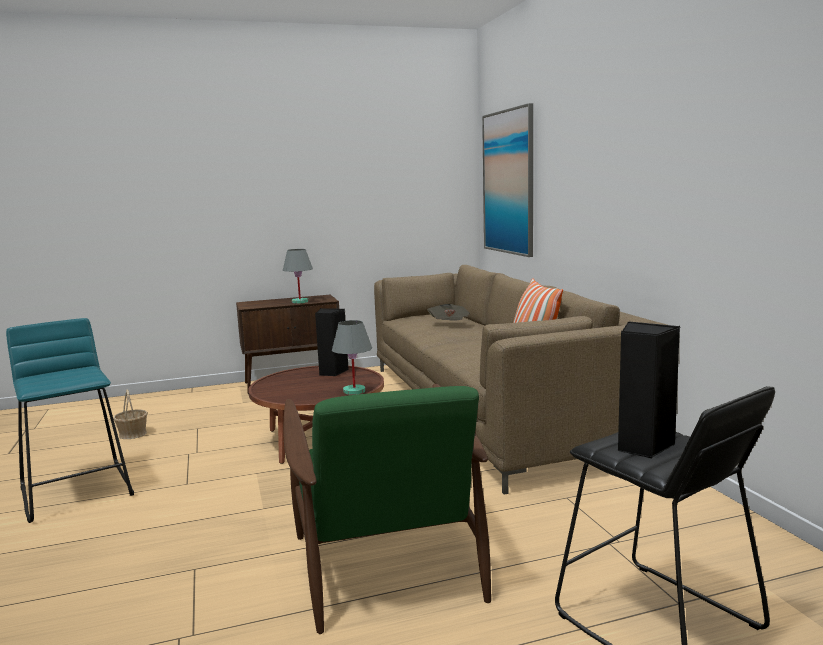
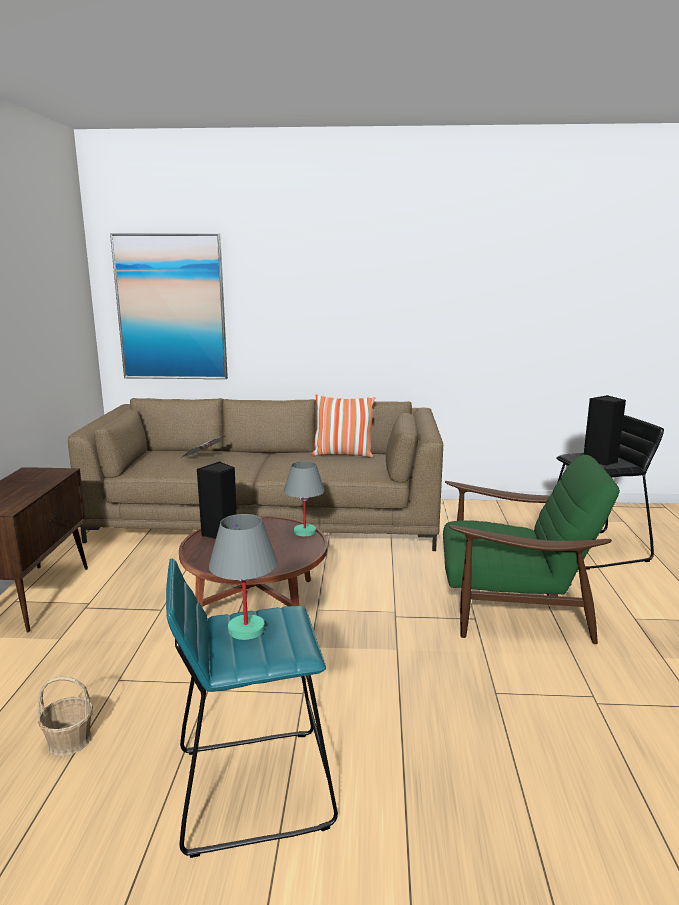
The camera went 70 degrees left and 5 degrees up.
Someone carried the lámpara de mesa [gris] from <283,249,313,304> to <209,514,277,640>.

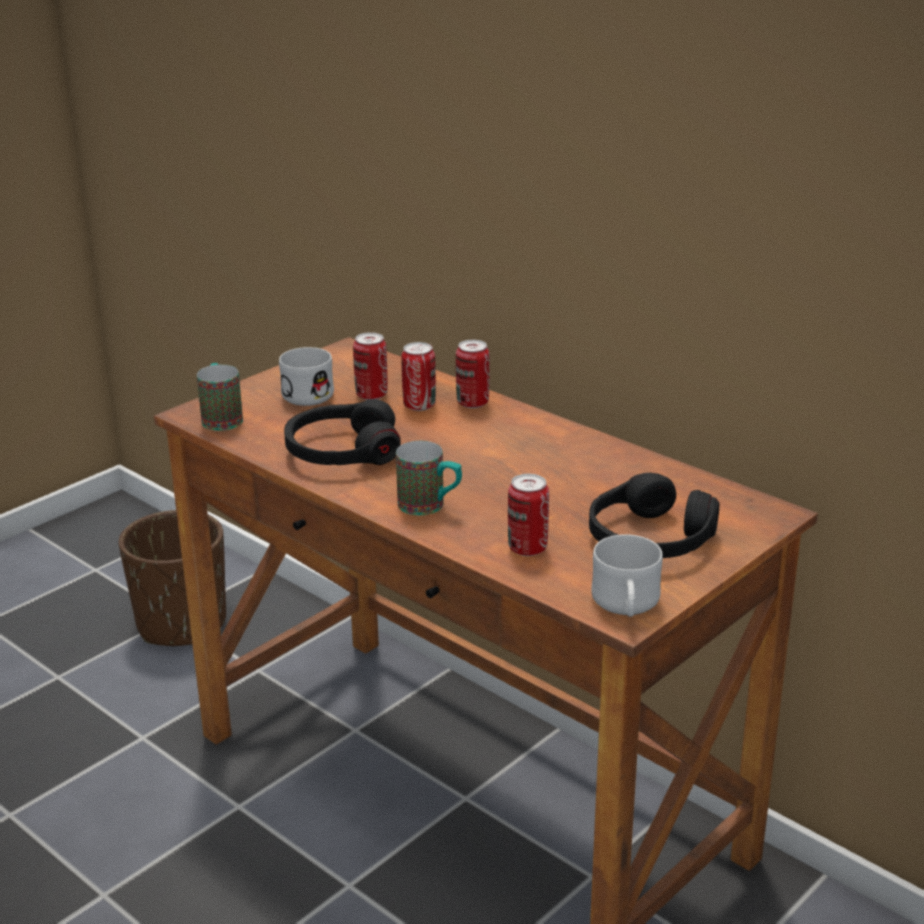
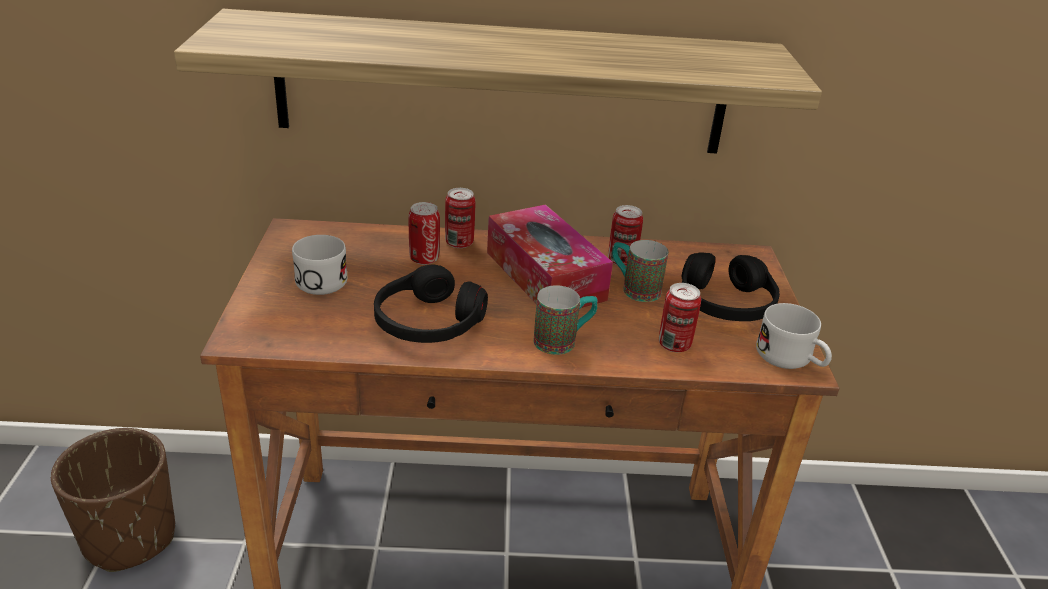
The camera went 45 degrees left and 5 degrees up.
Someone carried the lata from <353,332,388,400> to <608,205,643,266>.
Someone carried the taza grande from <197,363,243,431> to <612,240,668,302>.
Someone put up the estante at <174,9,822,154>.
Someone put down the caja de pañuelos at <487,204,613,308>.

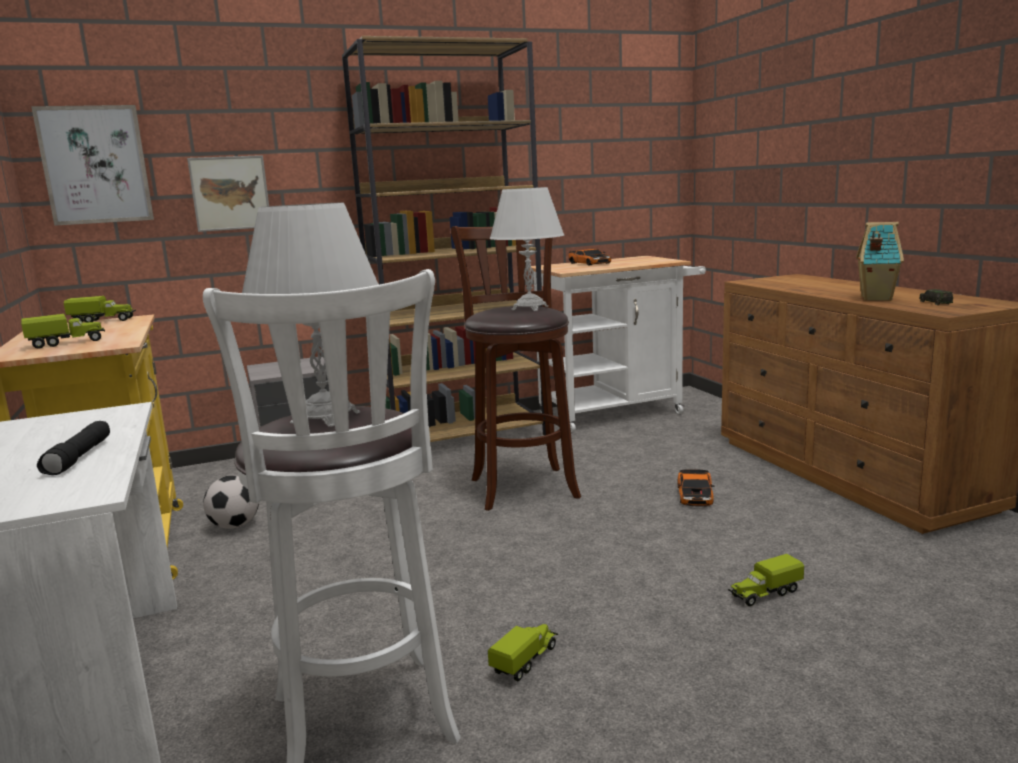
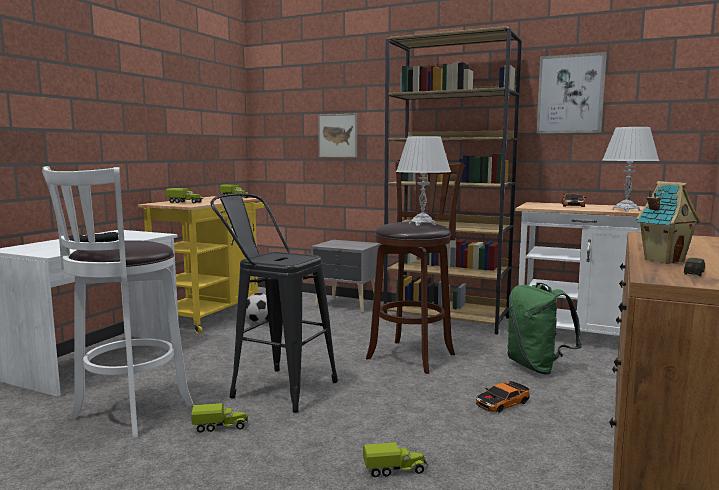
The camera went 45 degrees right and 5 degrees down.
Someone carried the cuadro from <31,105,154,226> to <536,52,607,134>.
Someone carried the lámpara de mesa [blanco] from <242,202,379,427> to <602,127,659,212>.
Someone rotated the camión de juguete at <728,554,804,606> by 150 degrees clockwise.
Someone put down the taburete [negro] at <210,193,338,413>.
Someone put down the mochila [verde] at <508,283,582,374>.

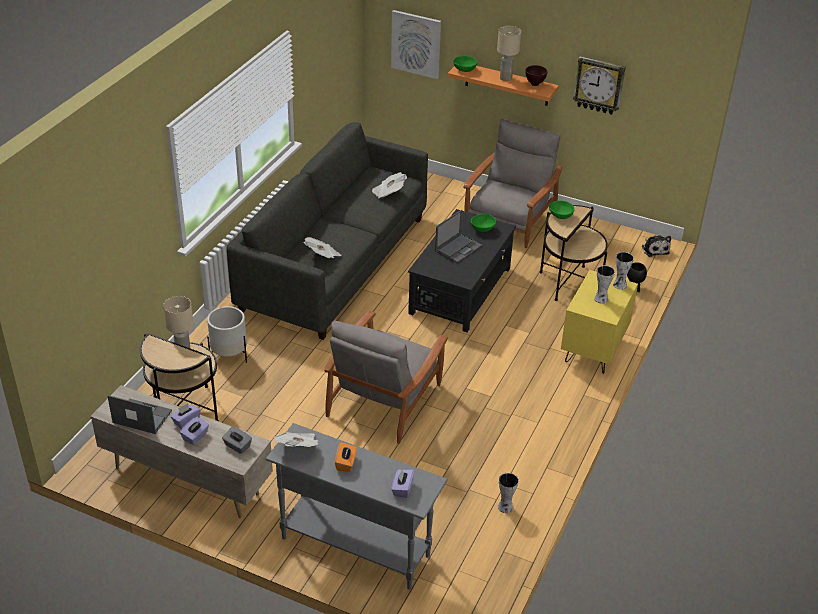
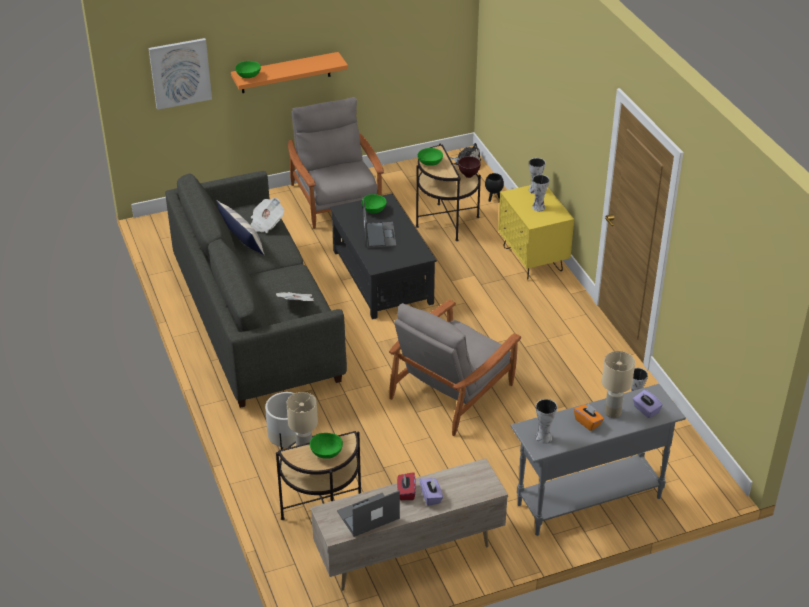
The camera went 45 degrees left and 0 degrees up.
Someone carried the lámpara de mesa [beis] from <497,26,521,81> to <602,351,635,418>.
Someone took away the reloj de pared at <573,56,626,115>.
Someone carried the cuenco [marrón] from <525,65,547,86> to <458,156,481,178>.
Someone rotated the sillón [gris] at <324,311,448,444> by 60 degrees clockwise.
Someone repainted the caja de pañuelos [morado] at <171,403,200,429>, which became the caja de pañuelos [rojo] at <397,472,416,500>.
Someone took away the caja de pañuelos [gris] at <222,426,252,454>.
Someone swapped the periódico at <274,432,319,447> for the florero at <536,399,557,443>.
Someone put down the cojín at <217,200,264,255>.
Someone put down the cuenco [verde] at <310,433,343,459>.

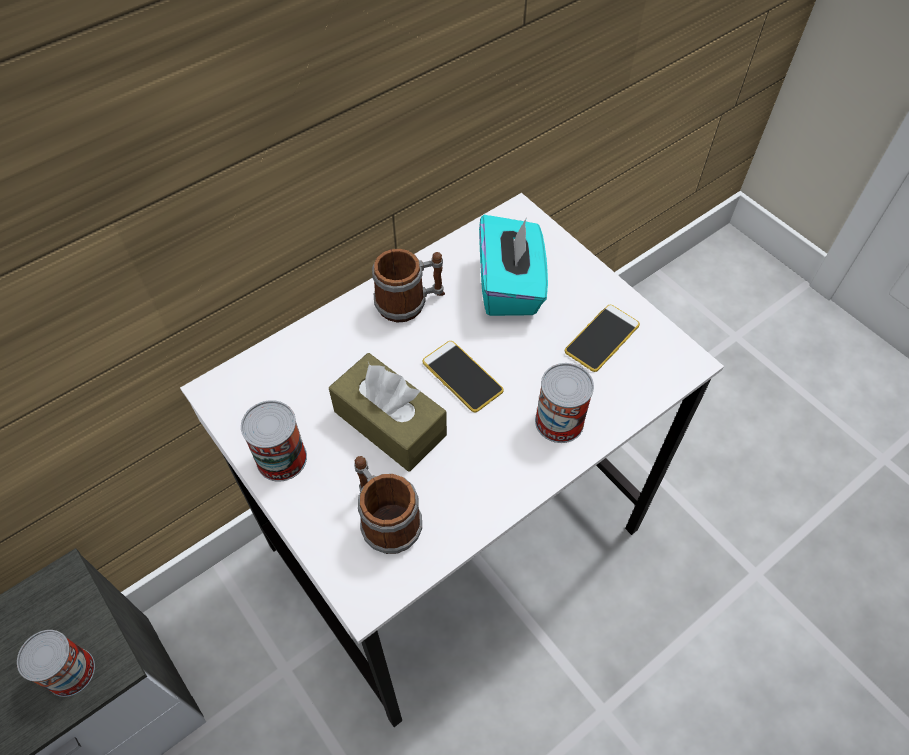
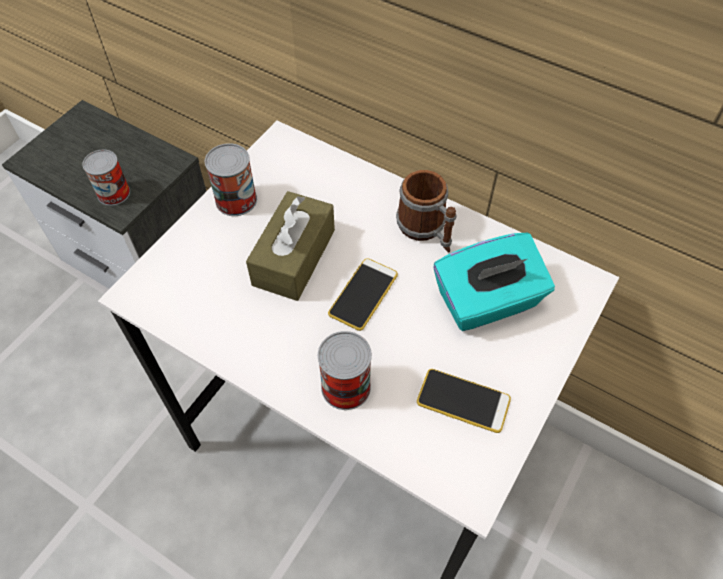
The camera went 70 degrees right and 0 degrees up.
Someone took away the taza grande at <354,456,422,554>.

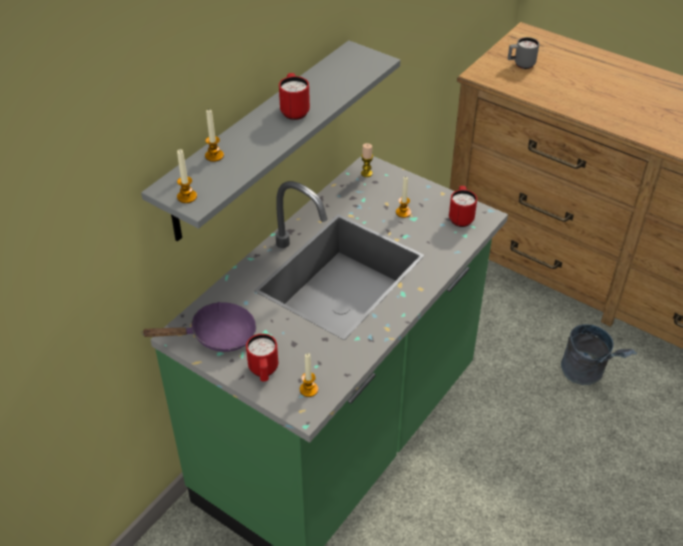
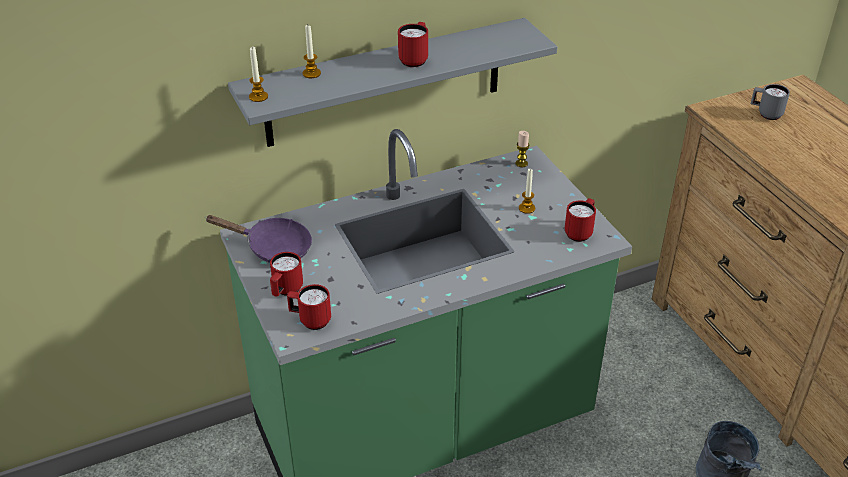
The camera went 30 degrees right and 5 degrees down.
Someone swapped the vela at <300,353,318,397> for the taza grande [rojo] at <287,284,331,330>.

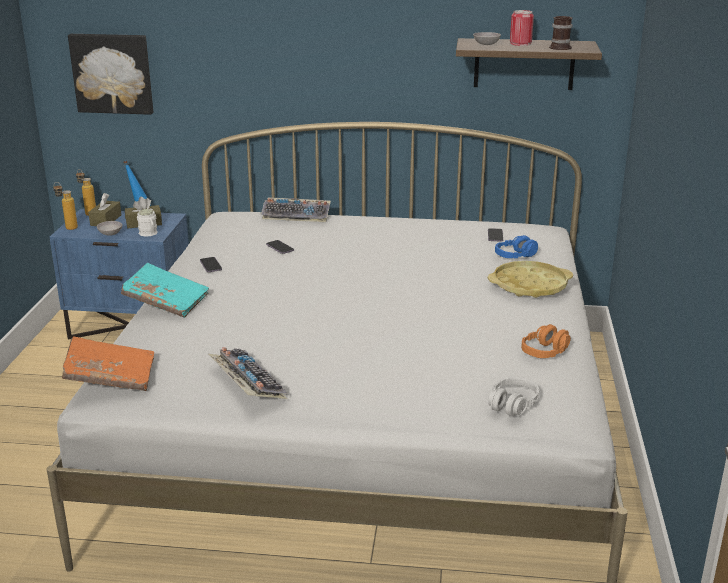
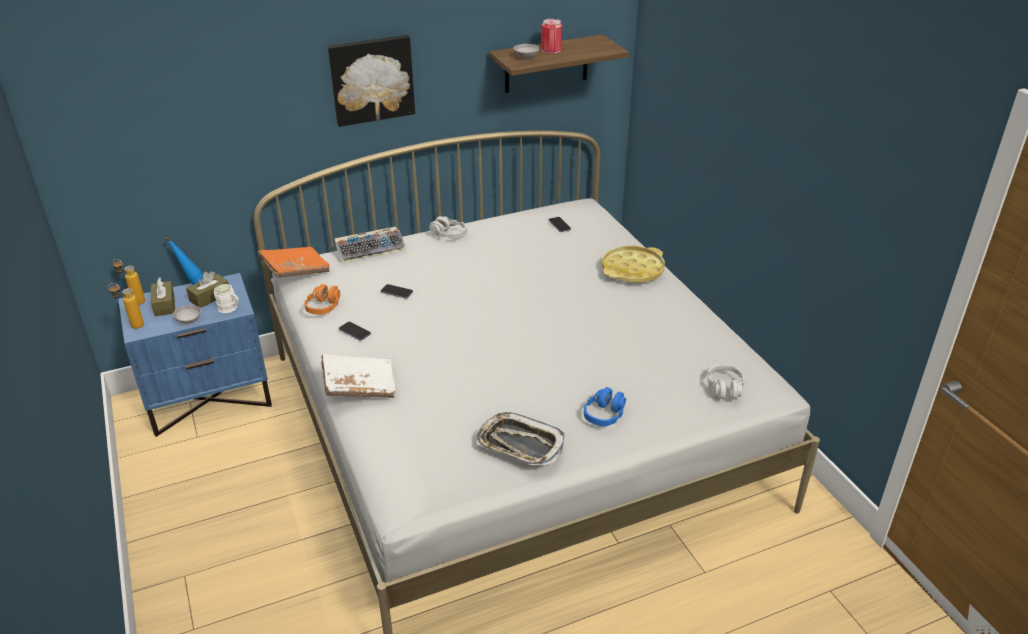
The camera went 30 degrees left and 10 degrees up.
Someone took away the taza grande at <549,16,573,50>.
Someone carried the cuadro from <68,34,153,115> to <328,35,415,127>.
Someone carried the auriculares [azul] from <495,235,538,258> to <584,387,626,426>.
Someone repainted the libro [turquesa] at <121,263,209,318>, which became the libro [blanco] at <321,354,396,398>.
Someone carried the auriculares [naranja] from <521,324,571,358> to <304,284,340,315>.
Someone carried the libro [naranja] from <62,336,154,391> to <257,247,330,278>.
Someone swapped the teclado at <208,347,288,399> for the bandeja at <476,412,564,465>.
Someone put down the auriculares [gris] at <429,216,467,239>.

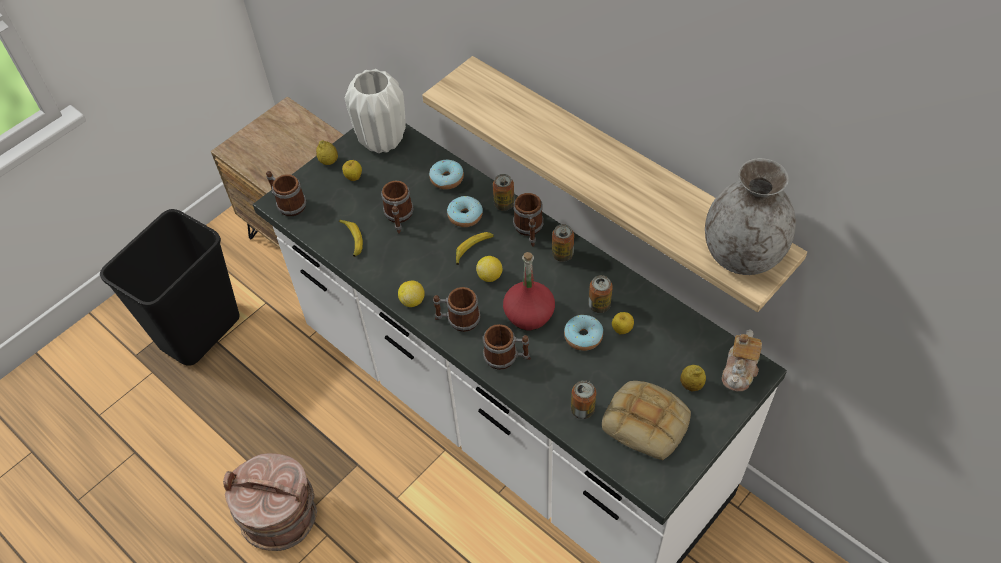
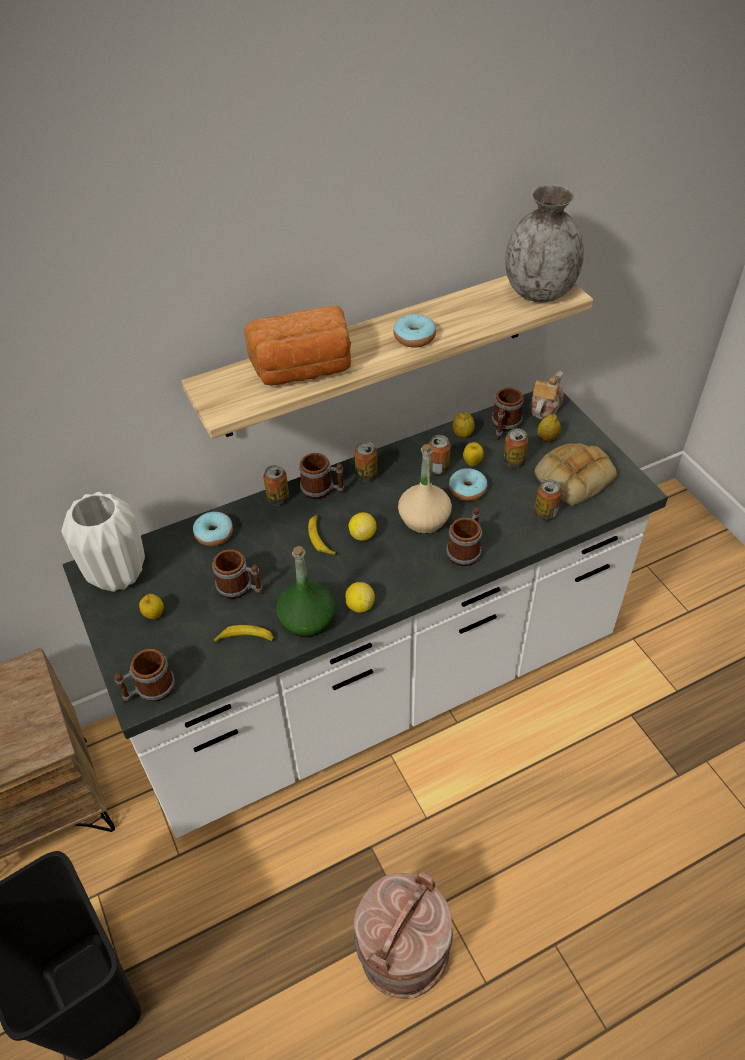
The camera went 70 degrees left and 5 degrees down.
Someone carried the limón from <316,140,338,165> to <453,412,475,438>.
Someone carried the rosquilla from <447,196,483,227> to <393,313,436,348>.
Someone repainted the botella [rojo] at <503,252,555,330>, which became the botella [beis] at <398,444,452,534>.
Someone carried the taza grande from <433,287,480,332> to <491,387,524,440>.
Someone rotated the tetera at <722,329,762,391> by 105 degrees counterclockwise.
Someone put down the pan at <244,306,351,386>.
Someone put down the lata at <503,428,528,468>.
Someone put down the botella [verde] at <276,546,335,637>.

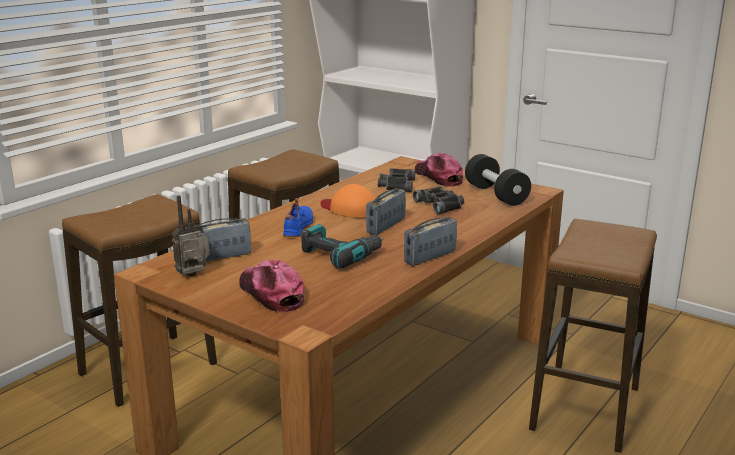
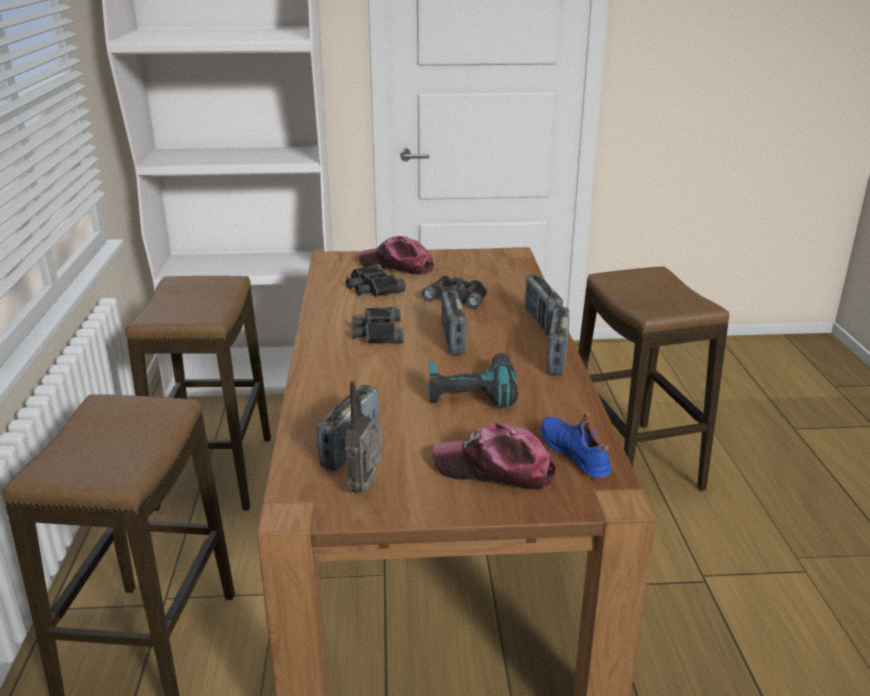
The camera went 40 degrees left and 5 degrees up.
Someone took away the mancuerna [negro] at <465,154,531,206>.
Someone swapped the gorra [naranja] at <320,184,377,218> for the prismáticos [negro] at <352,306,404,344>.
Someone carried the zapato [azul] from <283,198,313,237> to <541,414,611,479>.
Someone put down the radio at <525,275,563,335>.

